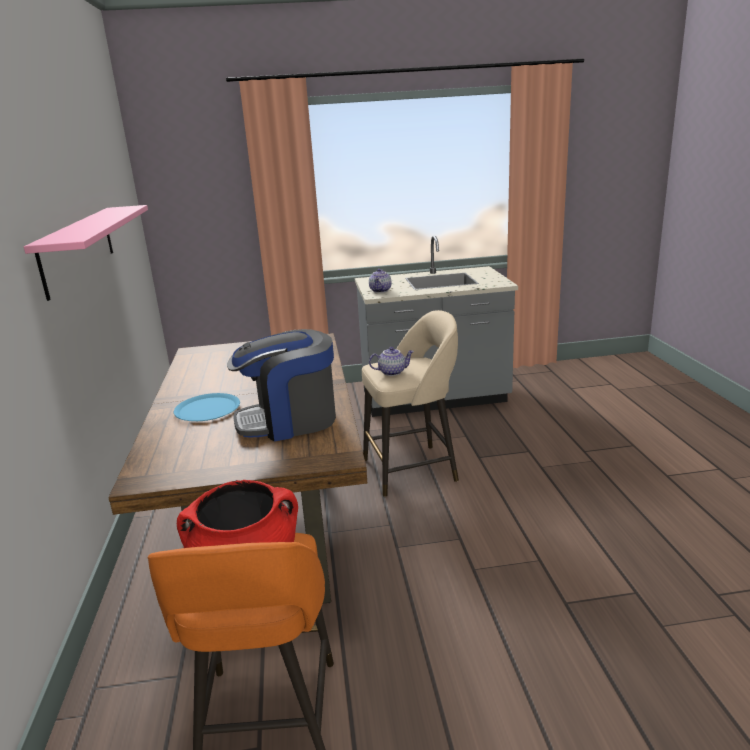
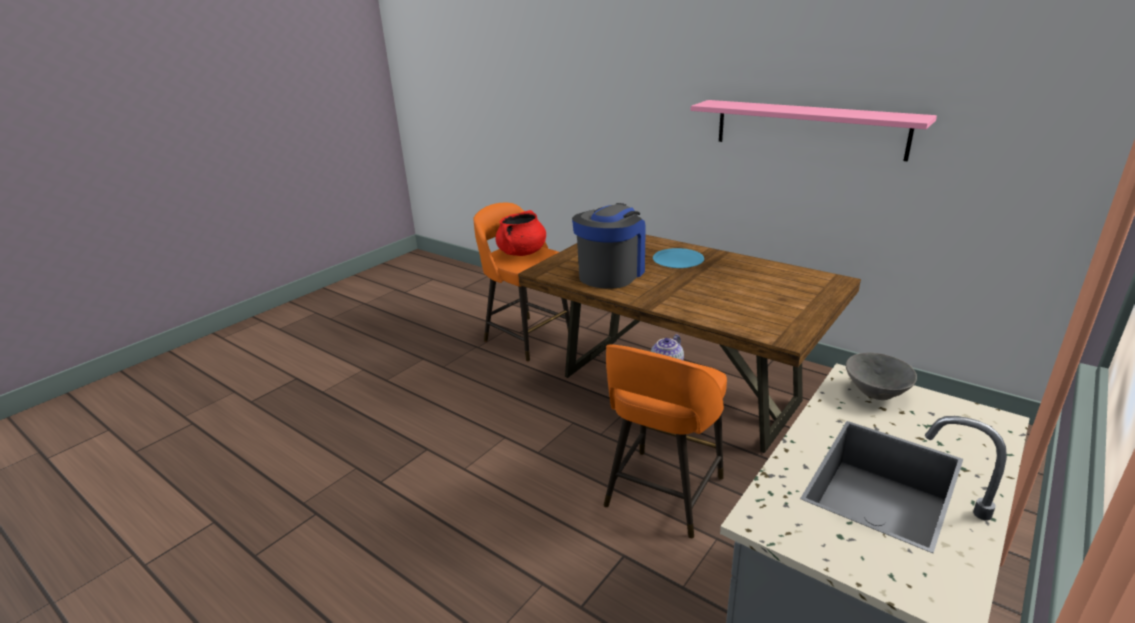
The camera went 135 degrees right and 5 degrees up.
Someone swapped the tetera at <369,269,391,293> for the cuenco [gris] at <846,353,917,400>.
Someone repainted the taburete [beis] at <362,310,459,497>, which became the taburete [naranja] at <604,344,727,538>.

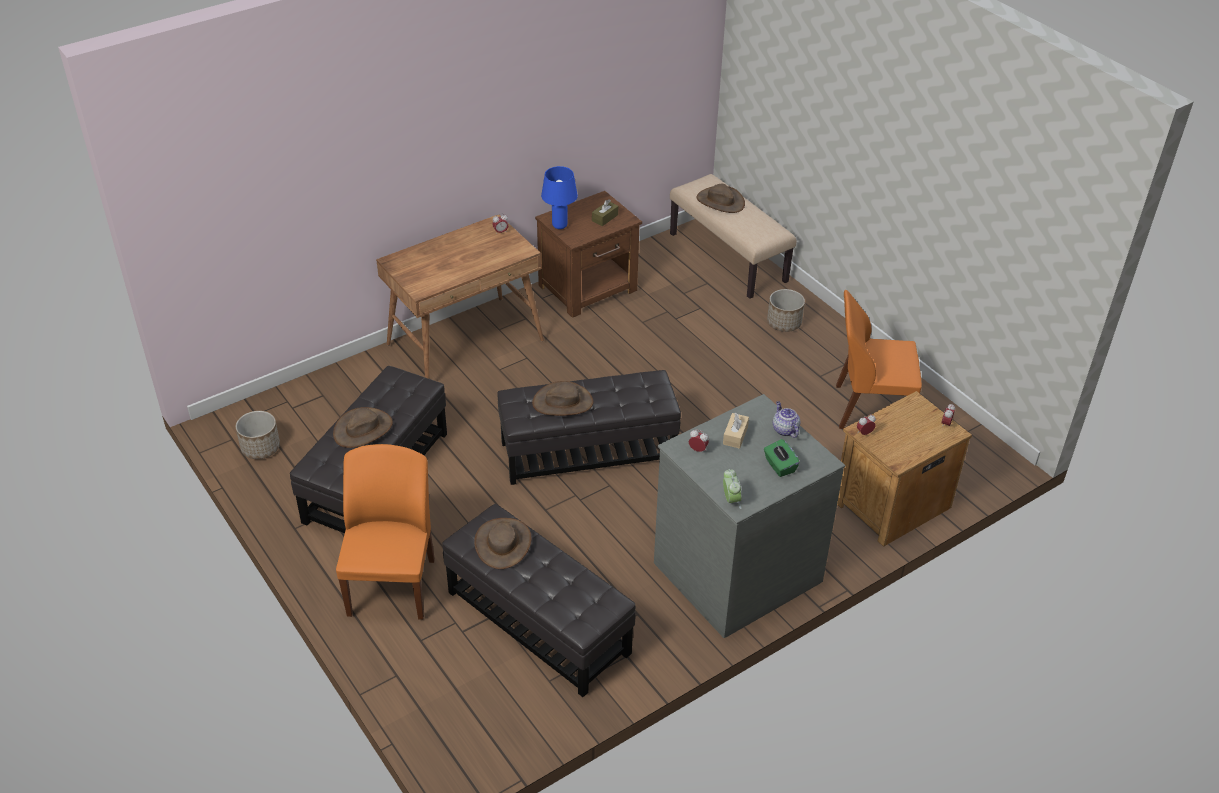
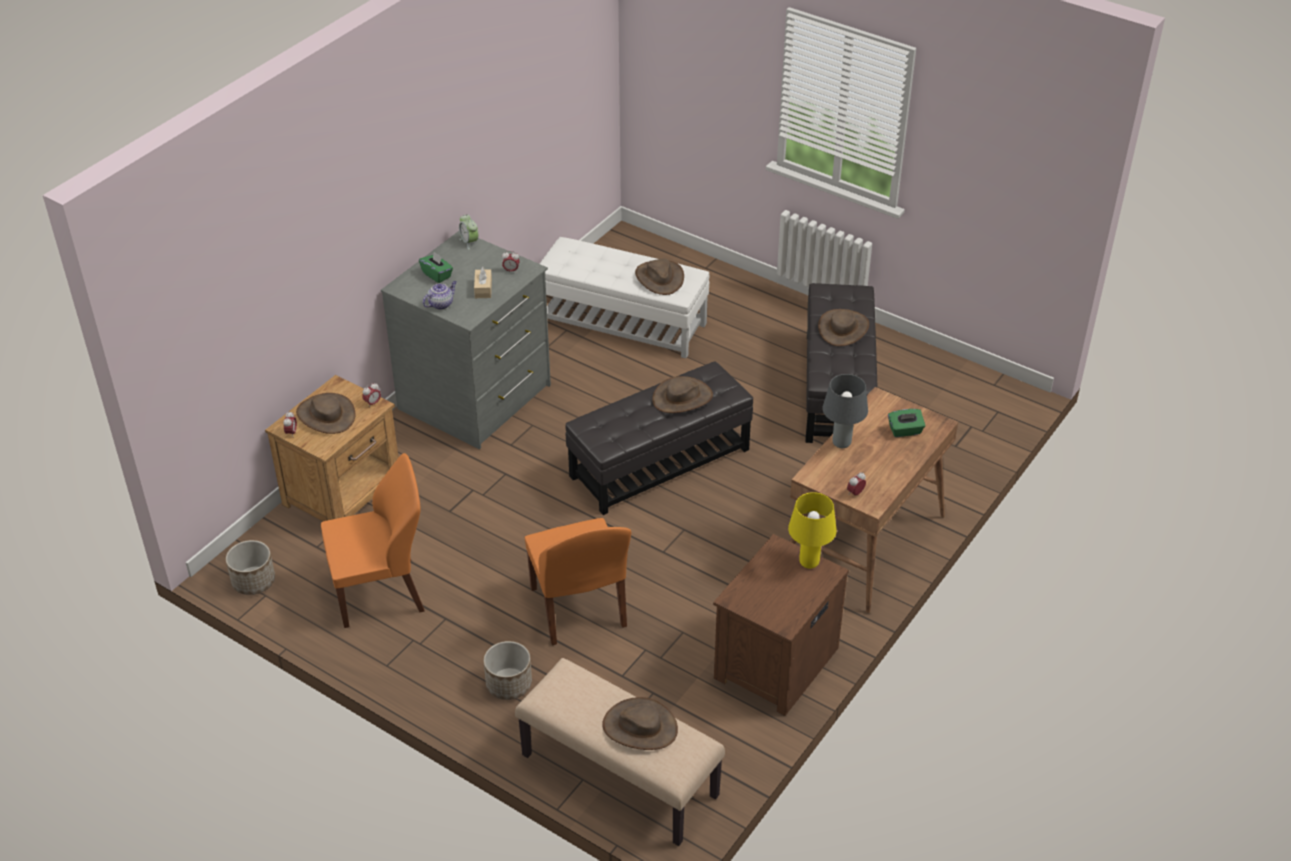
The camera went 160 degrees right and 0 degrees up.
Someone repainted the lámpara de mesa [azul] at <541,166,578,229>, which became the lámpara de mesa [amarillo] at <788,492,837,569>.
Someone took away the caja de pañuelos [marrón] at <592,199,618,226>.
Someone rotated the tetera at <773,401,800,438> by 90 degrees counterclockwise.
Someone carried the maceta from <235,411,280,459> to <226,540,275,595>.
Someone carried the silla [naranja] from <336,444,435,620> to <525,518,631,645>.
Someone repainted the puf [negro] at <442,504,636,697>, which became the puf [blanco] at <540,237,710,358>.
Someone put down the lámpara de mesa [gris] at <822,374,868,448>.
Someone put down the sombrero [marrón] at <296,393,356,434>.
Someone put down the caja de pañuelos [verde] at <888,409,925,437>.

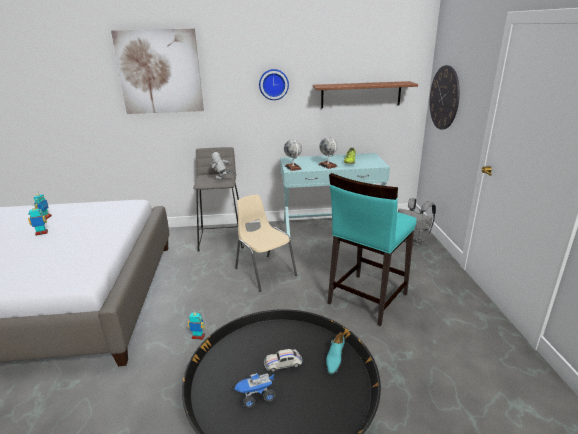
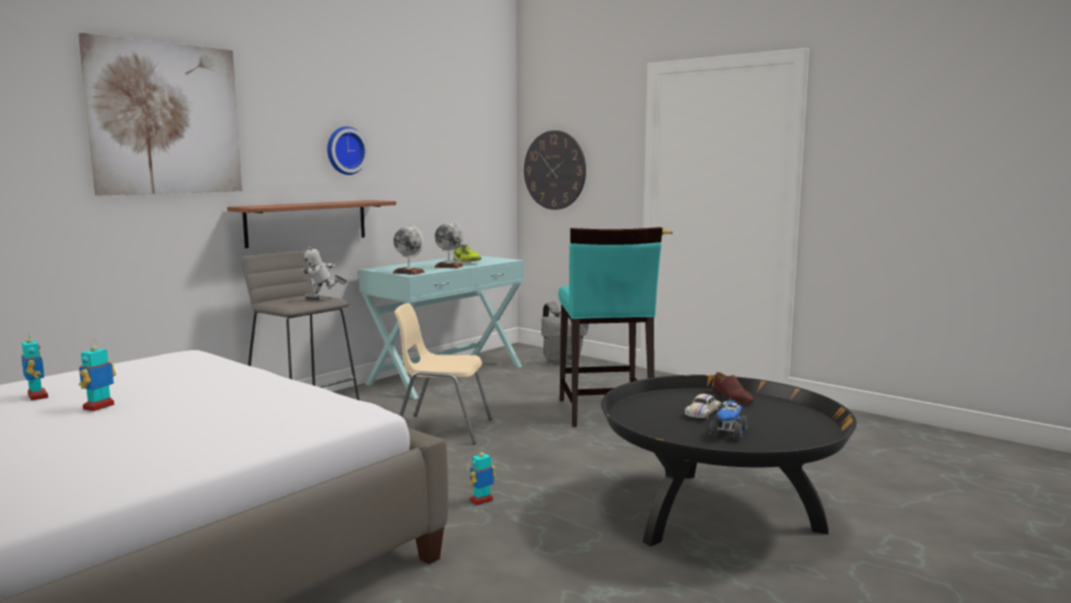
The camera went 45 degrees left and 15 degrees down.
Someone carried the estante from <313,81,418,108> to <227,200,396,248>.
Someone repainted the zapato [turquesa] at <326,332,345,374>, which became the zapato [marrón] at <713,372,753,404>.

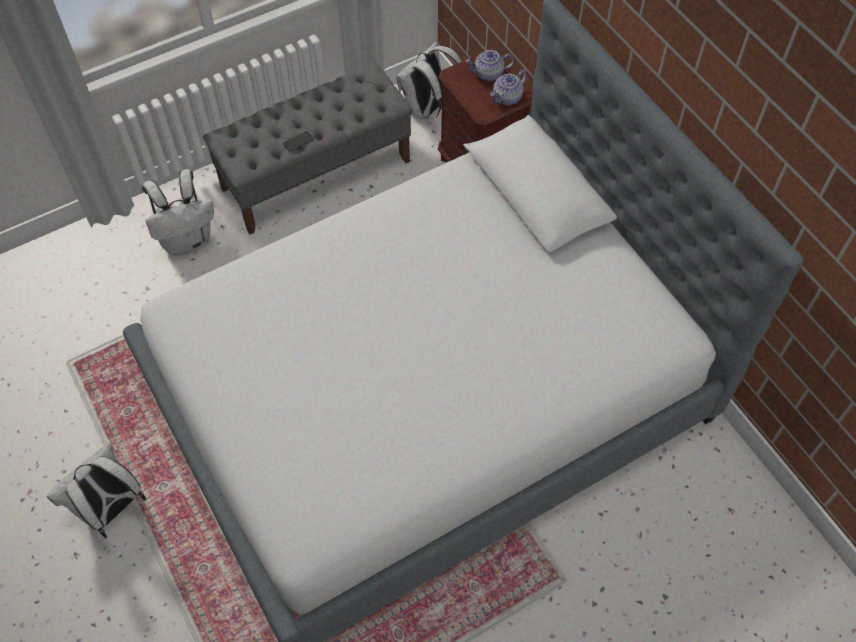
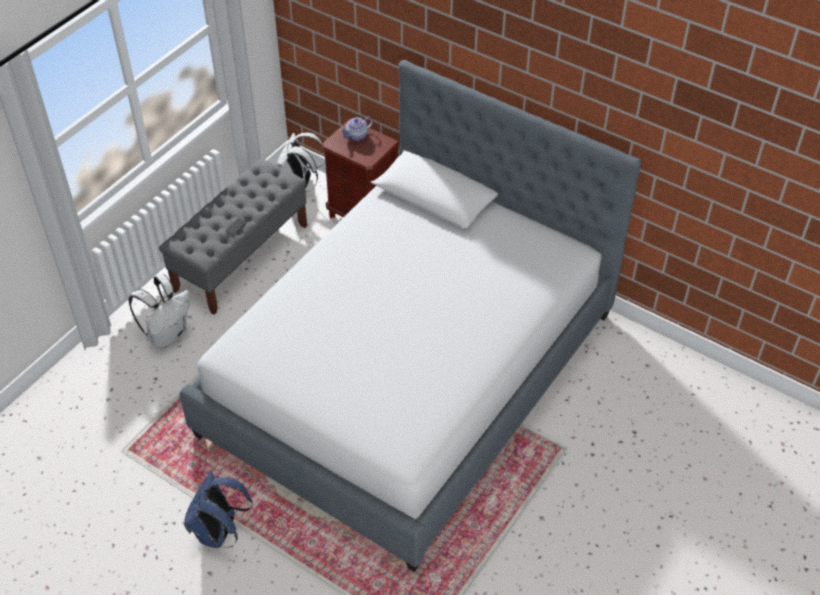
The camera went 25 degrees left and 10 degrees down.
Someone took away the tetera at <490,70,527,105>.
Someone repainted the mochila [blanco] at <47,442,146,539>, which became the mochila [azul] at <184,471,253,548>.

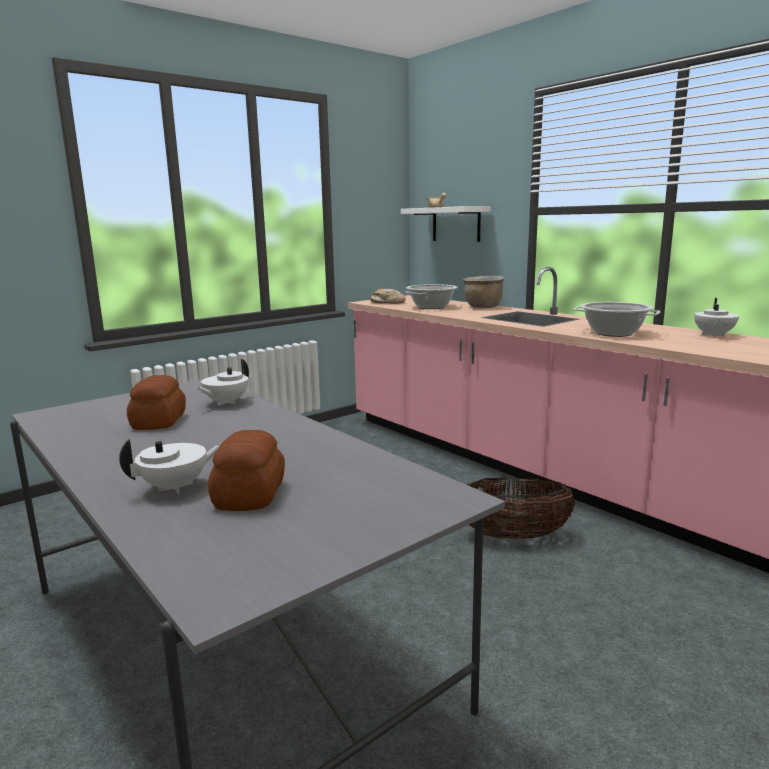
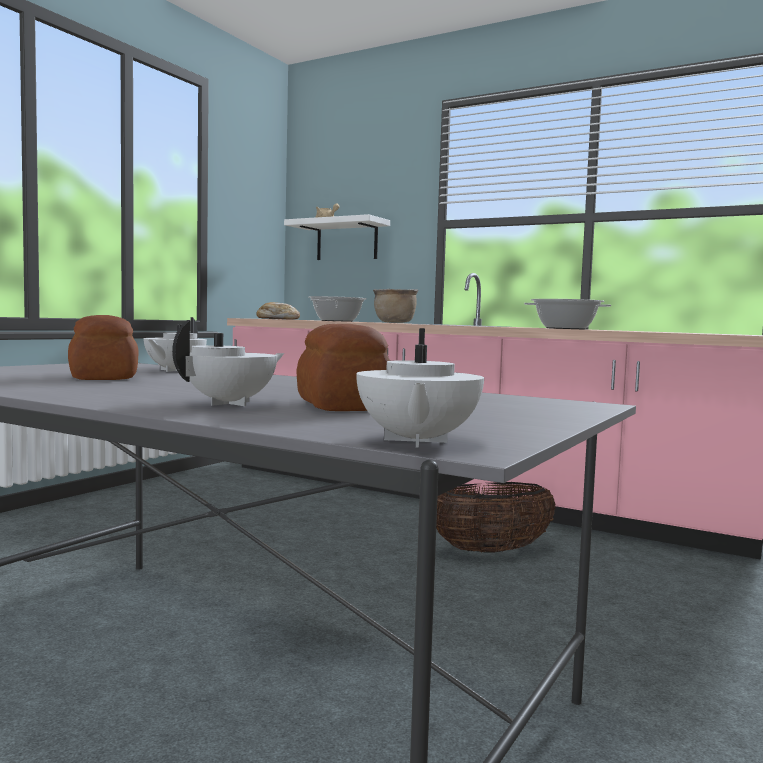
The camera went 20 degrees left and 10 degrees down.
Someone carried the tetera [blanco] from <694,298,739,337> to <356,328,484,448>.

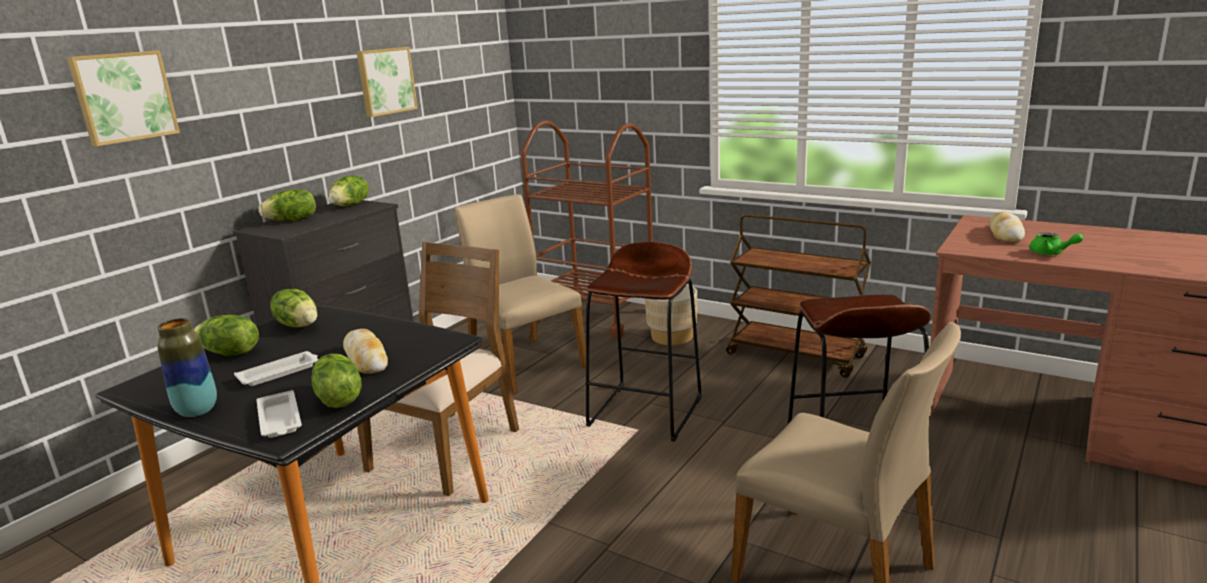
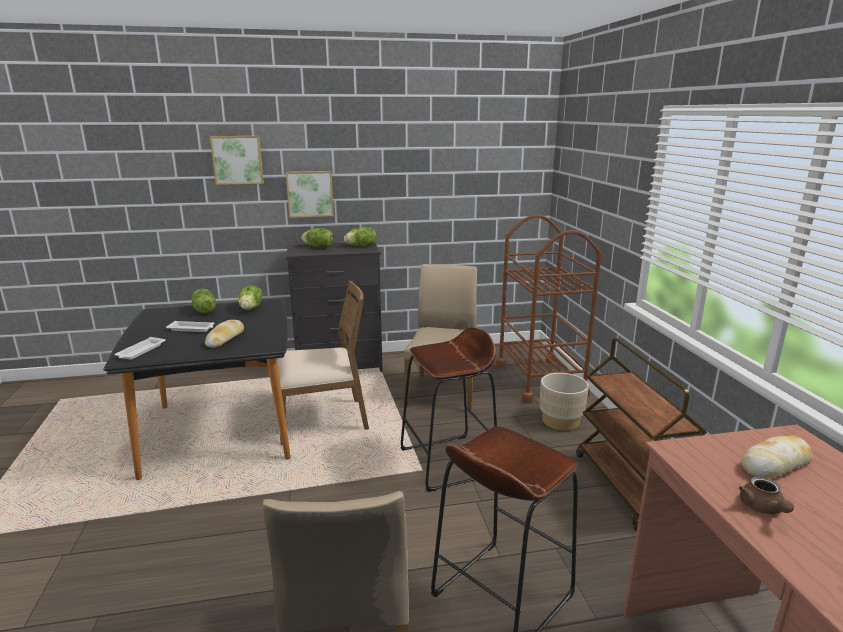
The camera went 45 degrees right and 0 degrees up.
Someone carried the cuadro from <357,47,418,117> to <286,171,334,218>.
Someone repainted the tetera [verde] at <1029,232,1083,255>, which became the tetera [marrón] at <739,477,794,514>.
Someone took away the florero at <157,318,217,417>.
Someone took away the lechuga at <312,354,362,408>.

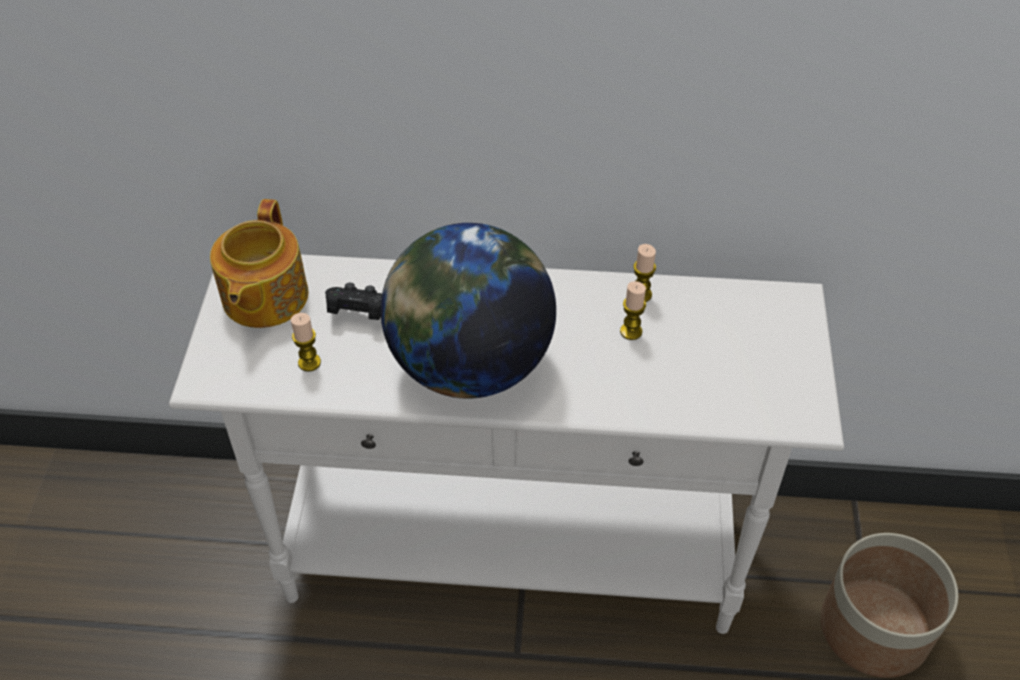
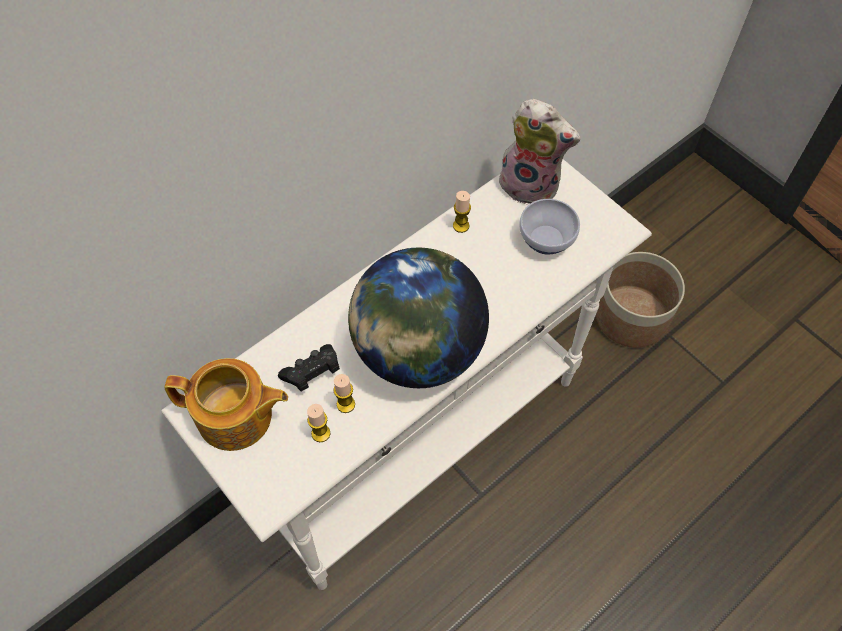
The camera went 45 degrees left and 10 degrees up.
Someone rotated the tetera at <210,199,308,328> by 45 degrees counterclockwise.
Someone carried the vela from <620,281,646,340> to <333,374,355,413>.
Someone put down the peluche at <496,99,580,204>.
Someone put down the cuenco at <519,199,580,254>.

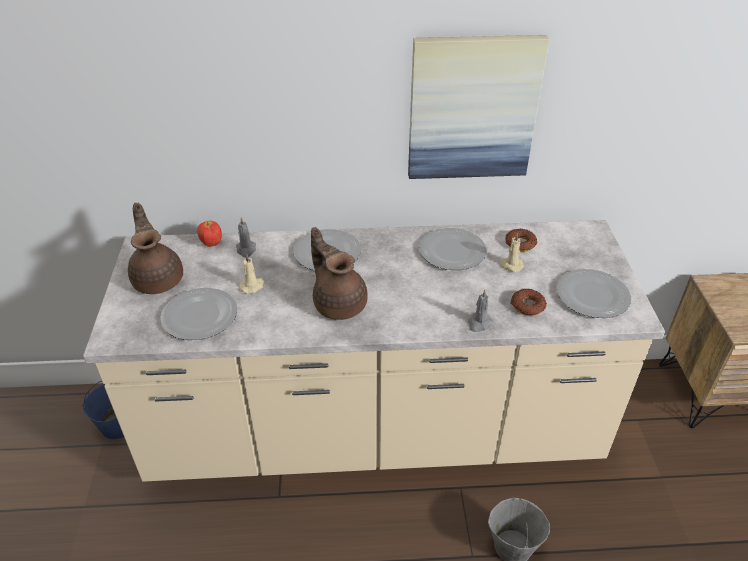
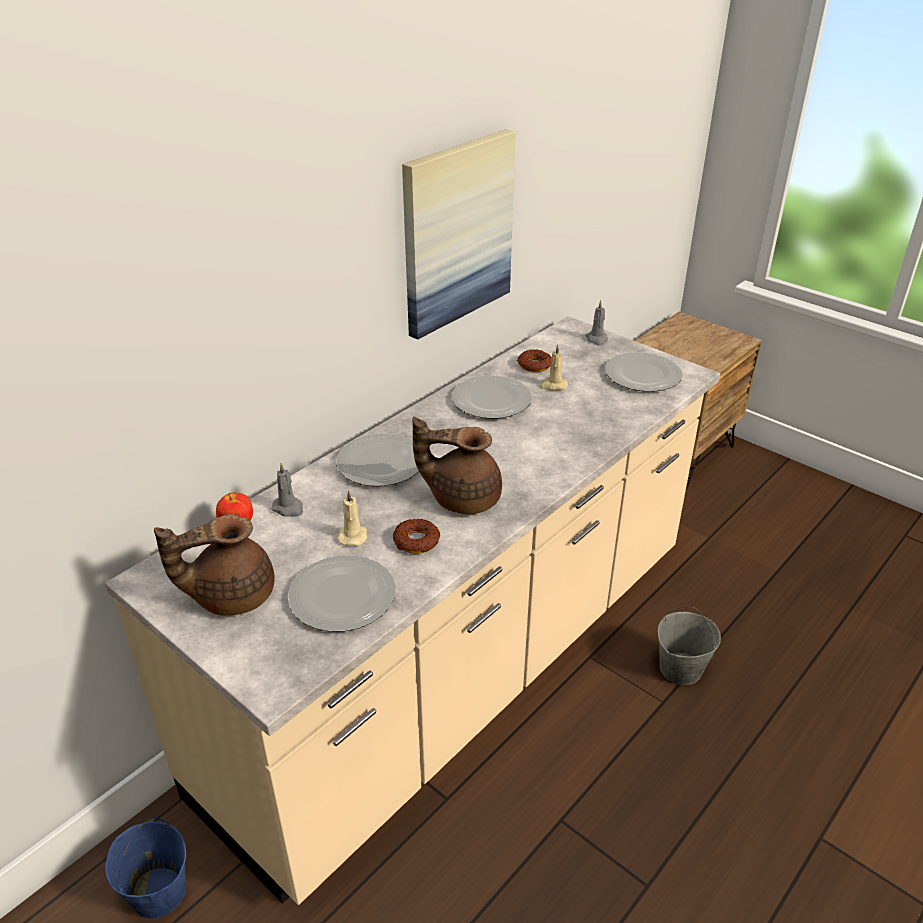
The camera went 45 degrees left and 5 degrees down.
Someone rotated the tetera [marrón] at <128,203,183,294> by 45 degrees counterclockwise.
Someone carried the rosquilla from <511,288,547,315> to <393,519,440,554>.
Someone carried the vela [gris] from <468,290,493,332> to <585,300,608,346>.

